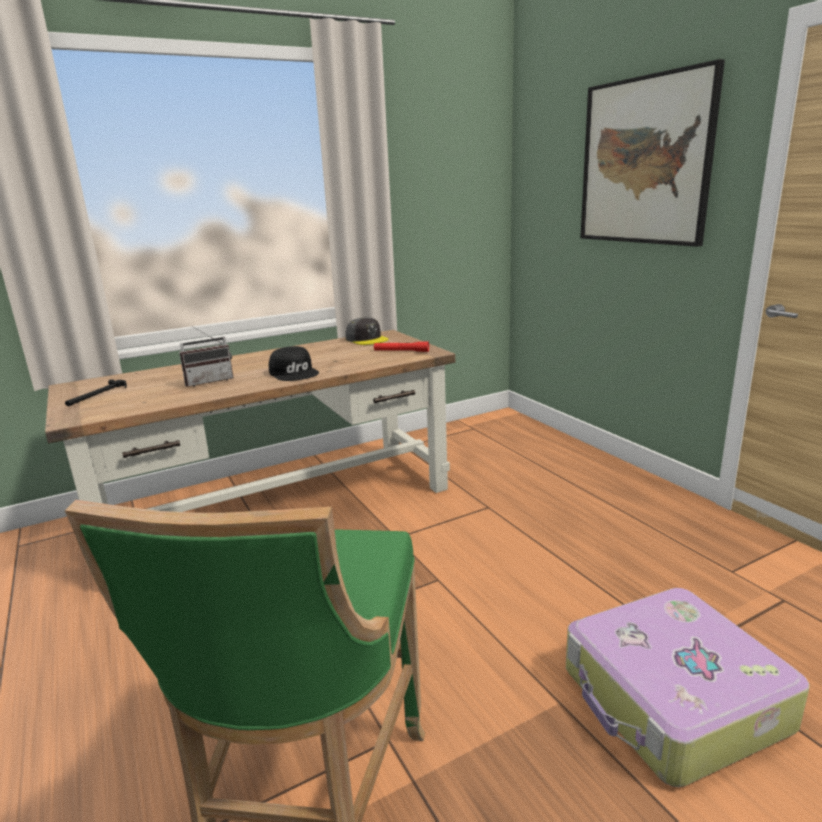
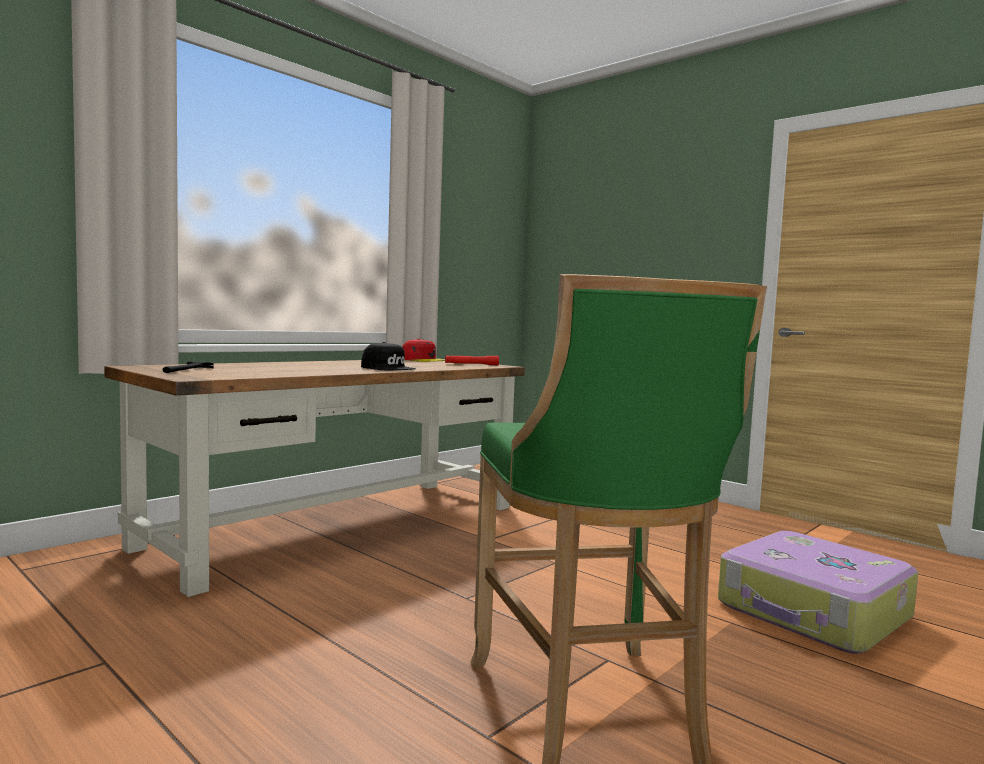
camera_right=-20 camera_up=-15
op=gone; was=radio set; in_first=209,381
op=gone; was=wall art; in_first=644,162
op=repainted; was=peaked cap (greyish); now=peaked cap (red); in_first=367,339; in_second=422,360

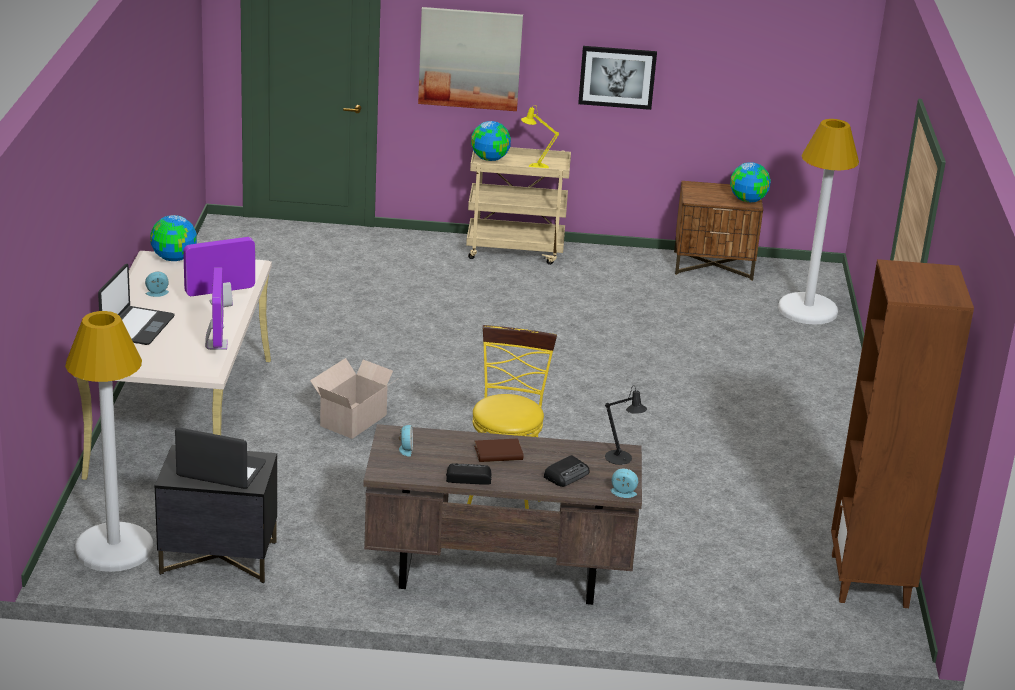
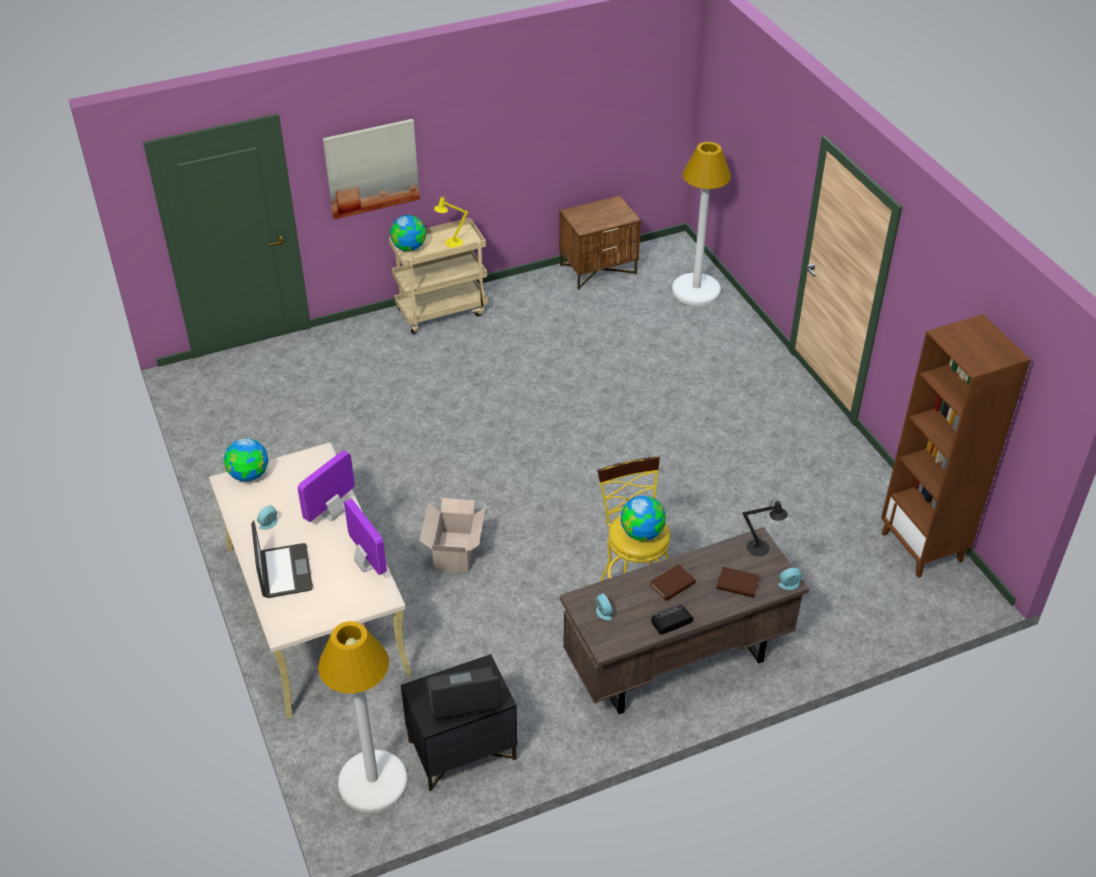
camera_right=-25 camera_up=15
op=gone; was=wall art; in_first=617,77
op=shifted; was=desk globe; in_first=748,200; in_second=642,532
op=swapped; was=radio set; now=volume (brownish); in_first=567,475; in_second=737,584

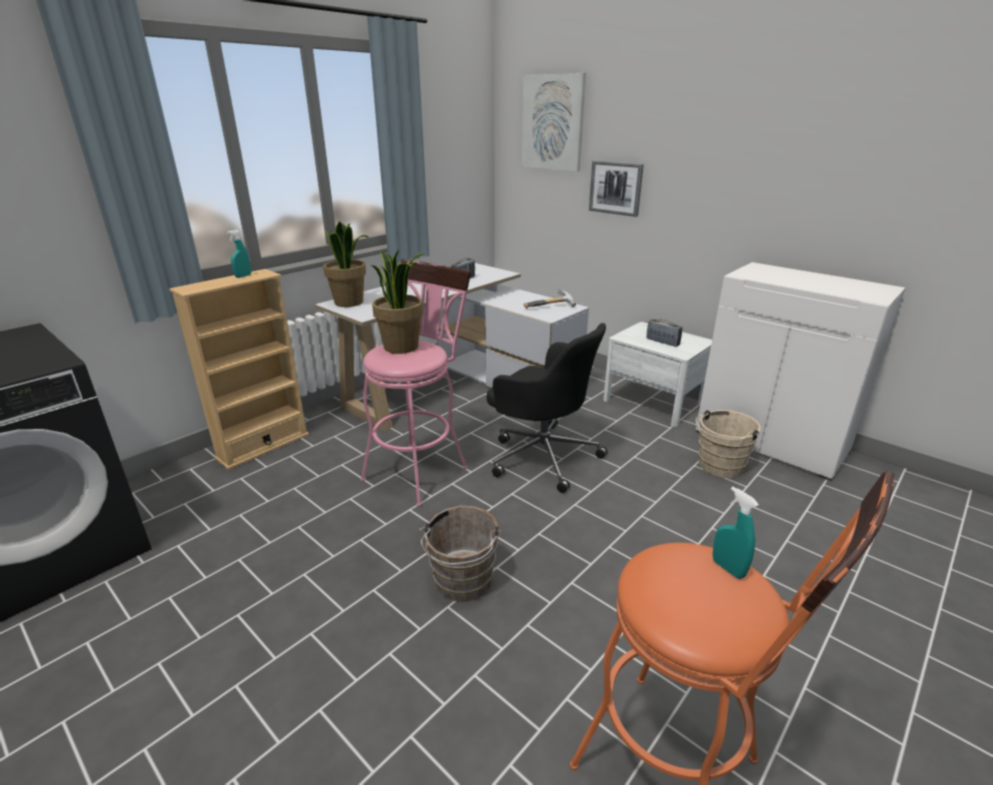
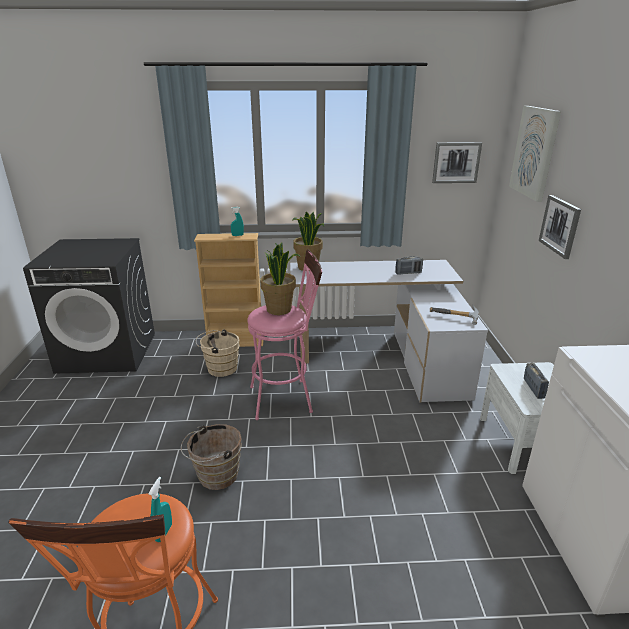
camera_right=45 camera_up=0
op=gone; was=computer chair (blackish); in_first=542,455
op=new; now=wall art; in_second=456,162
op=shifted; was=pail (beige-coloured); in_first=718,466; in_second=220,368

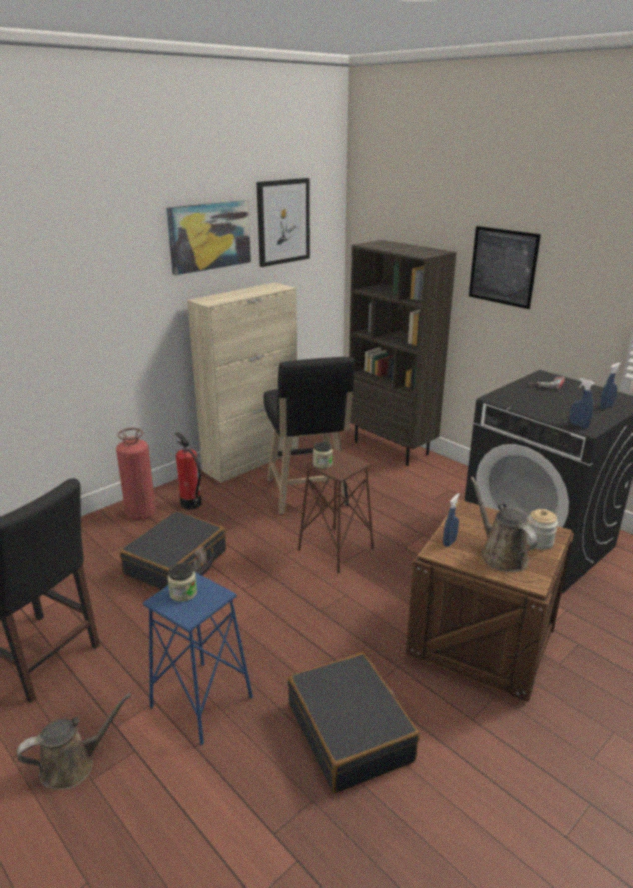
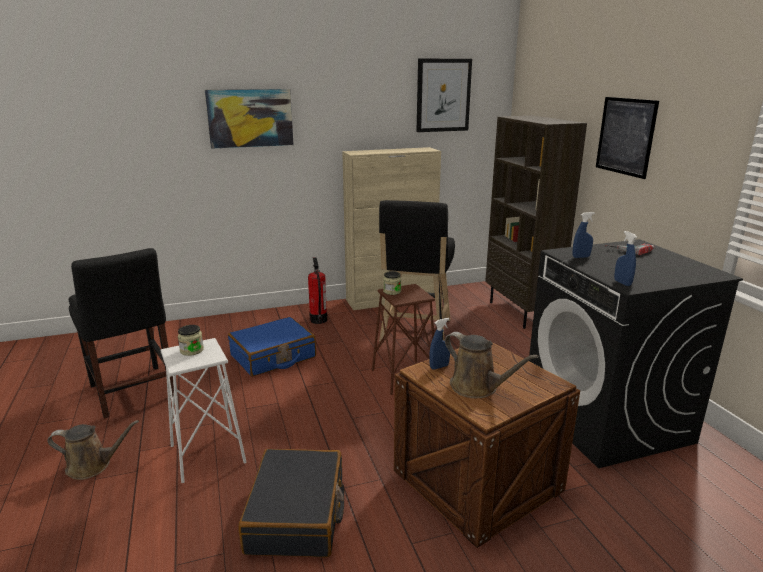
camera_right=25 camera_up=-5
op=gone; was=extinguisher; in_first=141,514
op=gone; was=storage jar; in_first=539,542
op=shifted; was=wall art; in_first=209,236; in_second=250,118
op=shifted; was=sprayer (blue-coloured); in_first=606,407; in_second=581,257
op=repainted; was=travel case (blackish); now=travel case (blue-coloured); in_first=176,563; in_second=273,357
op=repainted; was=stool seat (blue-coloured); now=stool seat (whitish); in_first=202,701; in_second=208,454
op=rotated; was=sprinkling can (brownish); in_first=501,555; in_second=477,387; clockwise=135

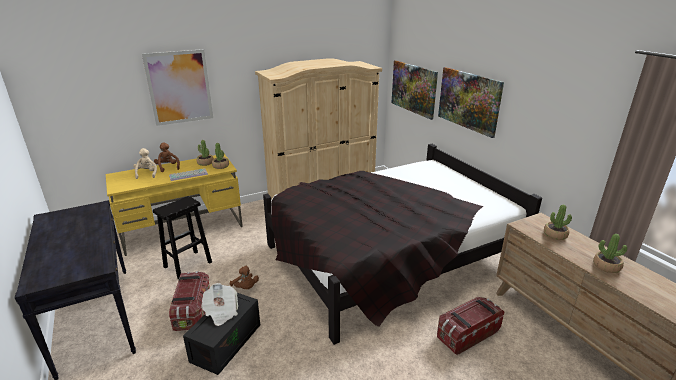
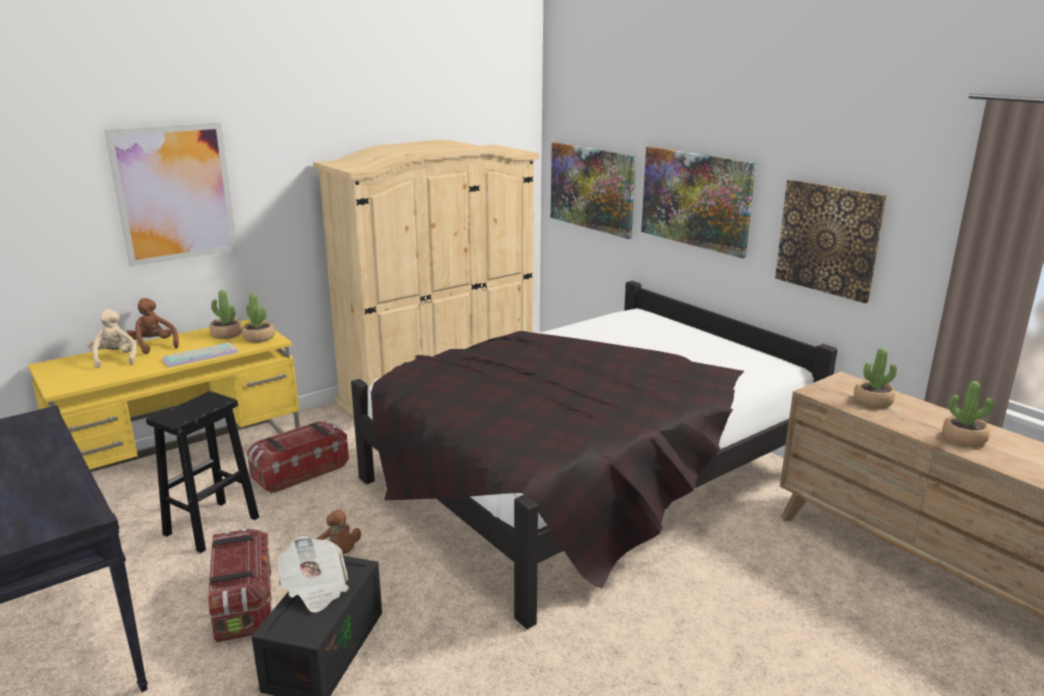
camera_right=-10 camera_up=-5
op=new; now=wall art; in_second=828,239
op=shifted; was=storage container; in_first=467,334; in_second=300,472

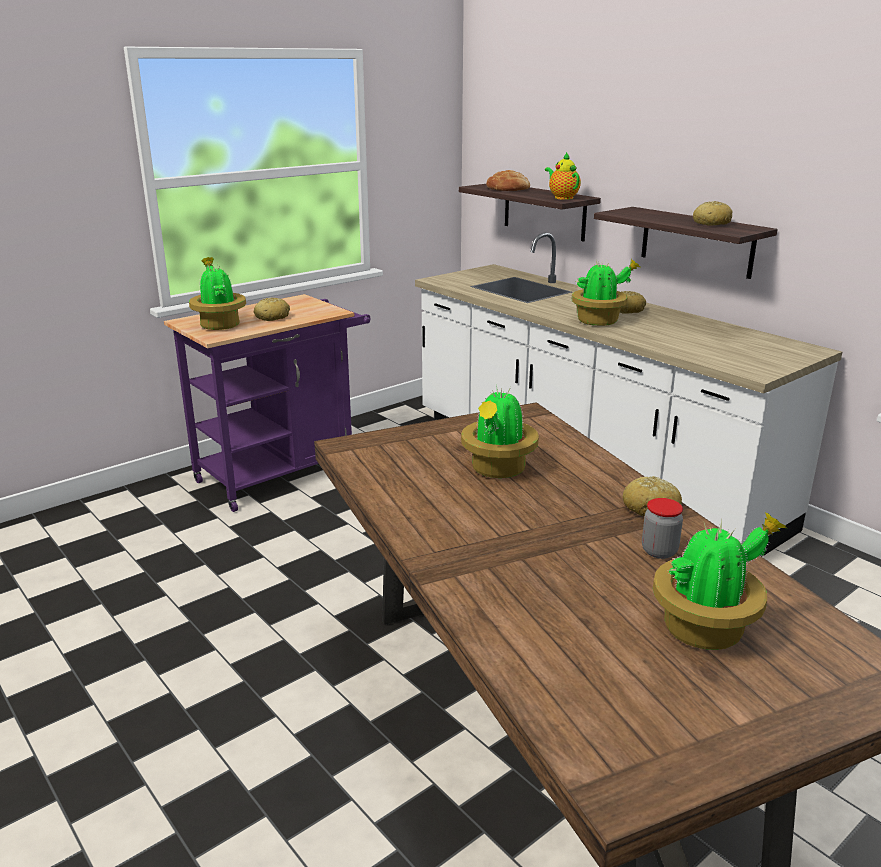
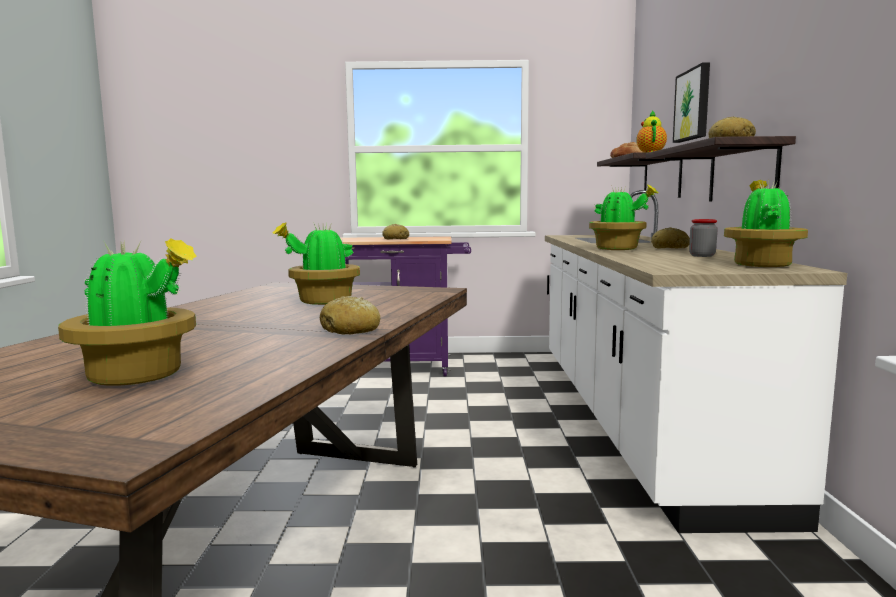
camera_right=40 camera_up=-15
op=new; now=wall art; in_second=693,105
op=shifted; was=plant in a pot; in_first=219,325; in_second=761,265
op=shifted; was=storage jar; in_first=659,551; in_second=702,256

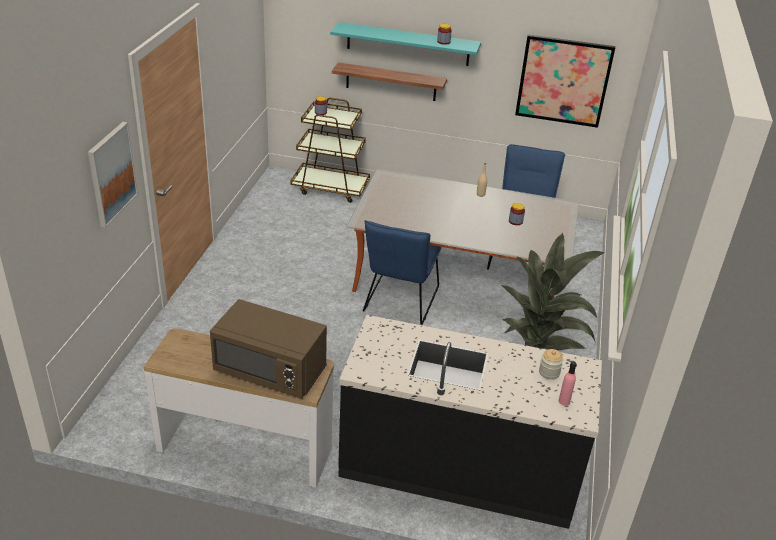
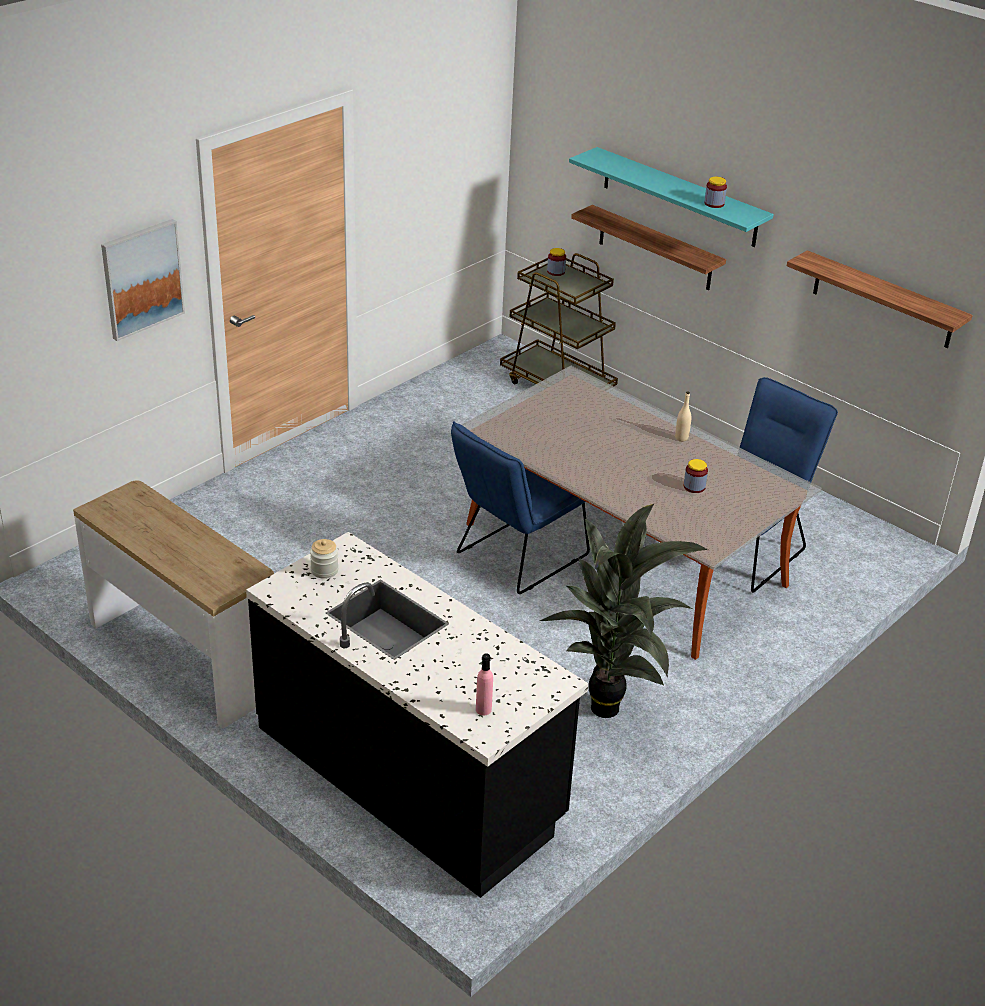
camera_right=30 camera_up=0
op=gone; was=microwave (brownish); in_first=271,371
op=shifted; was=storage jar; in_first=549,372; in_second=324,570
op=swapped; was=wall art; now=wall shelf; in_first=563,81; in_second=883,300

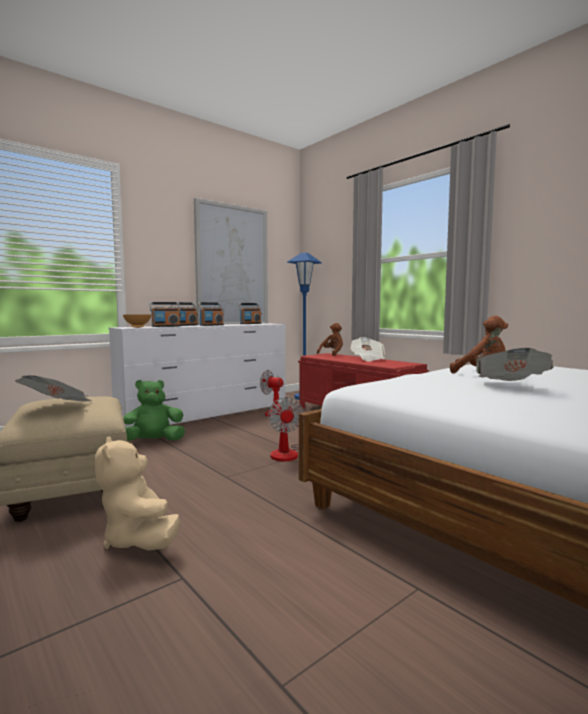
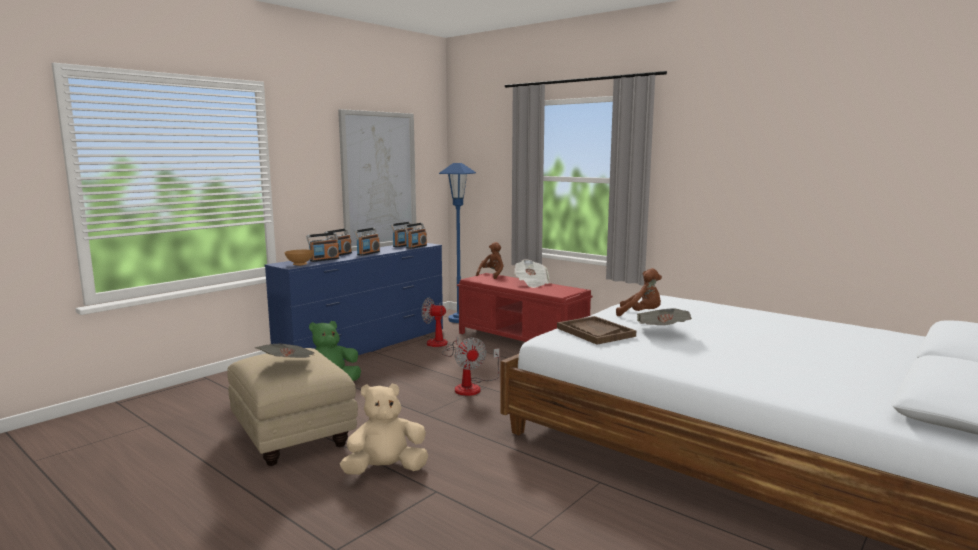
camera_right=-10 camera_up=5
op=new; now=radio set; in_second=416,247
op=new; now=tray (brownish); in_second=595,332
op=repainted; was=chest of drawers (whitish); now=chest of drawers (blue-coloured); in_first=208,414; in_second=366,347
op=rotated; was=plush toy (beige-coloured); in_first=140,540; in_second=385,470; clockwise=105

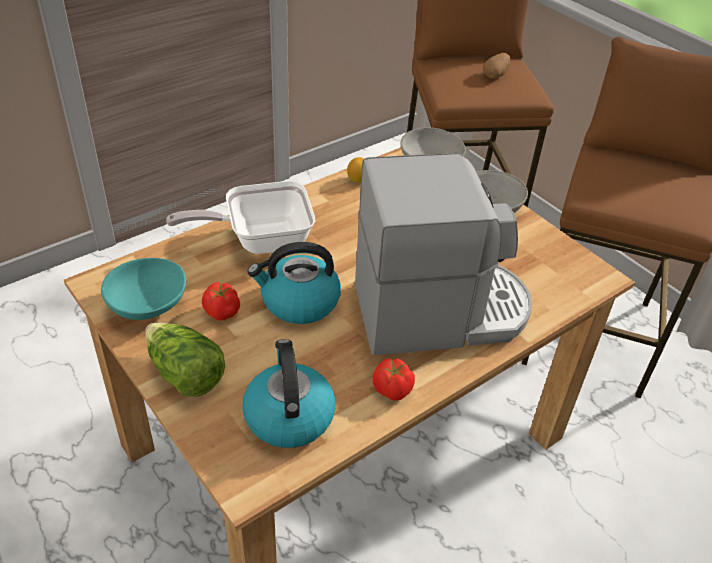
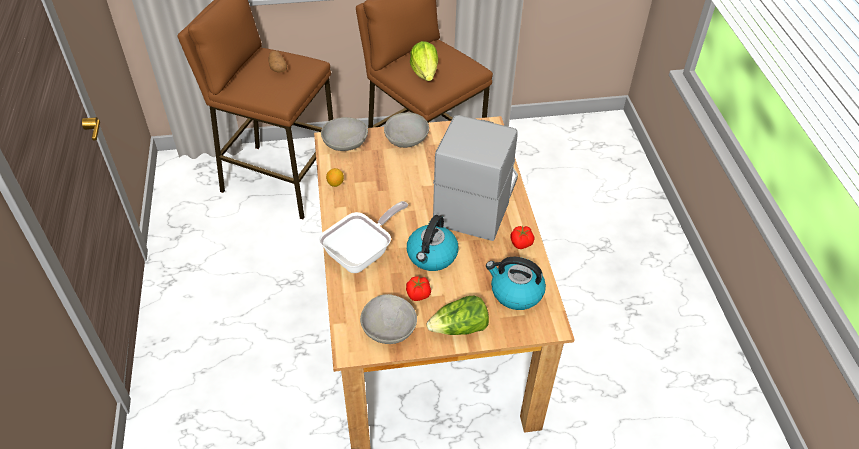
camera_right=-60 camera_up=5
op=new; now=lettuce head; in_second=425,73
op=repainted; was=deep dish (turquoise); now=deep dish (greyish); in_first=147,304; in_second=388,329
op=rotated; was=skillet; in_first=260,240; in_second=362,254; clockwise=-150

